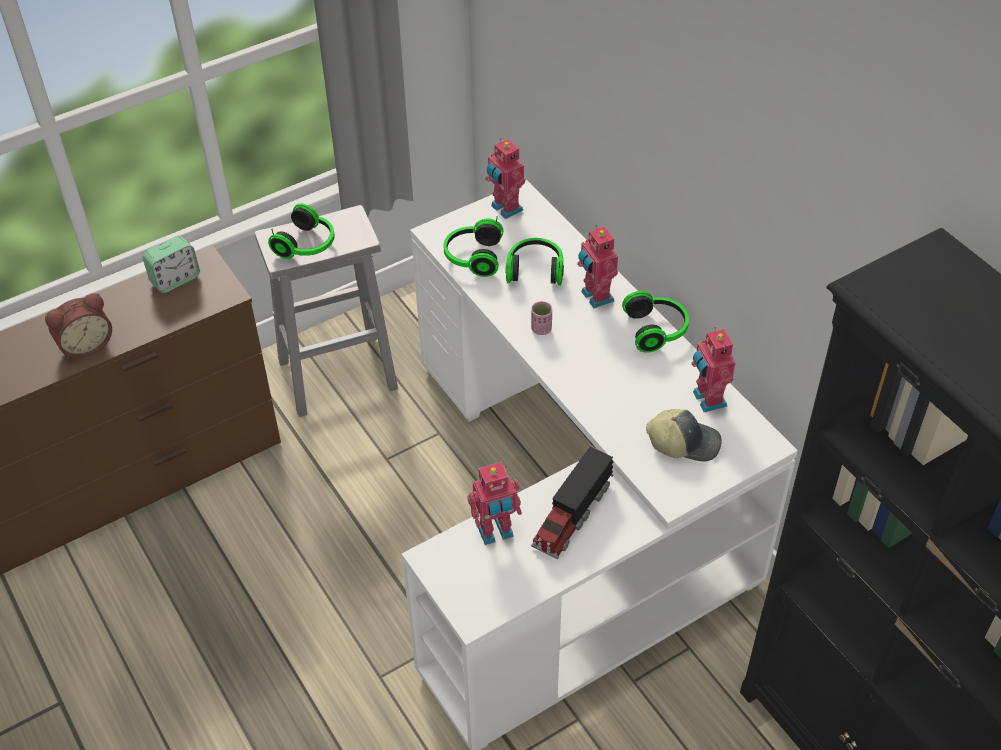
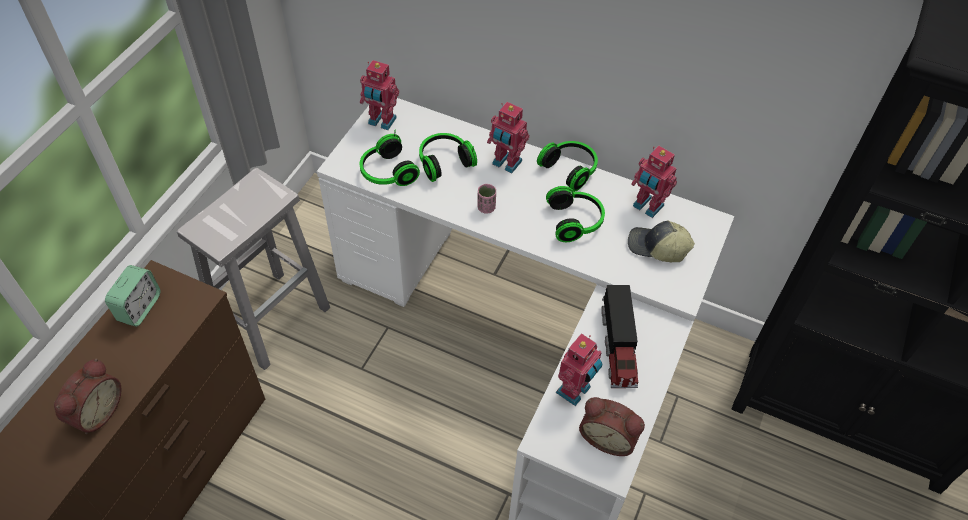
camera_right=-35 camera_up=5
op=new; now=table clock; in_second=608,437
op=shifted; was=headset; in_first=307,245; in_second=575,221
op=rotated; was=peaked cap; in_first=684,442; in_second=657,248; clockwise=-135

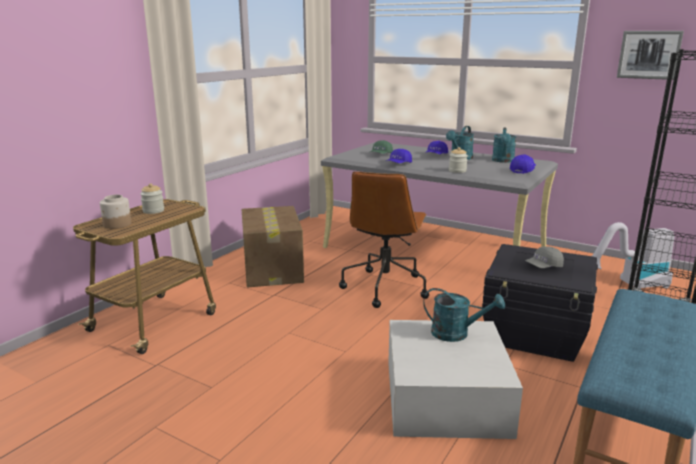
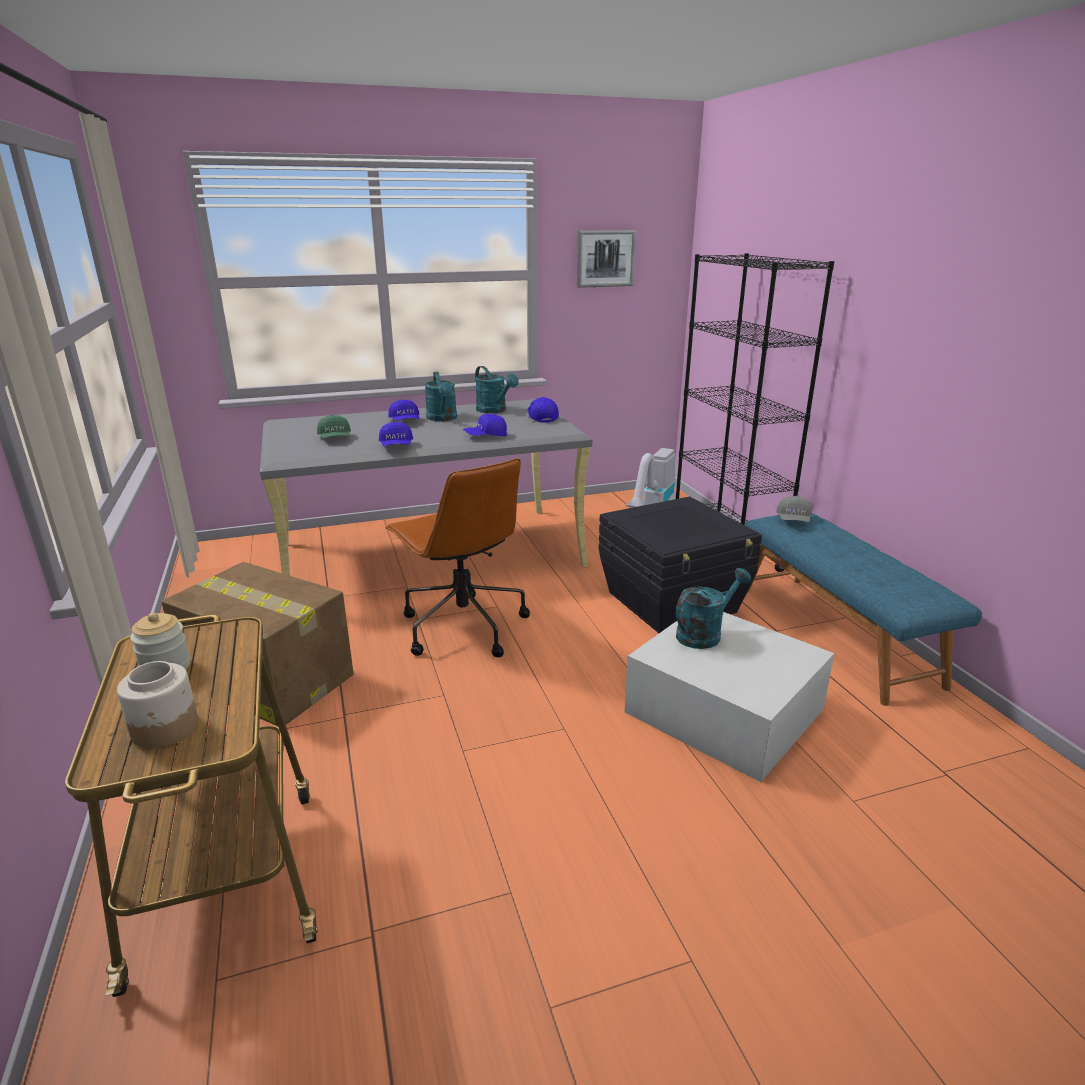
camera_right=-50 camera_up=5
op=shifted; was=peaked cap (greyish); in_first=543,266; in_second=793,520
op=swapped; was=storage jar; now=peaked cap (blue-coloured); in_first=457,171; in_second=485,436

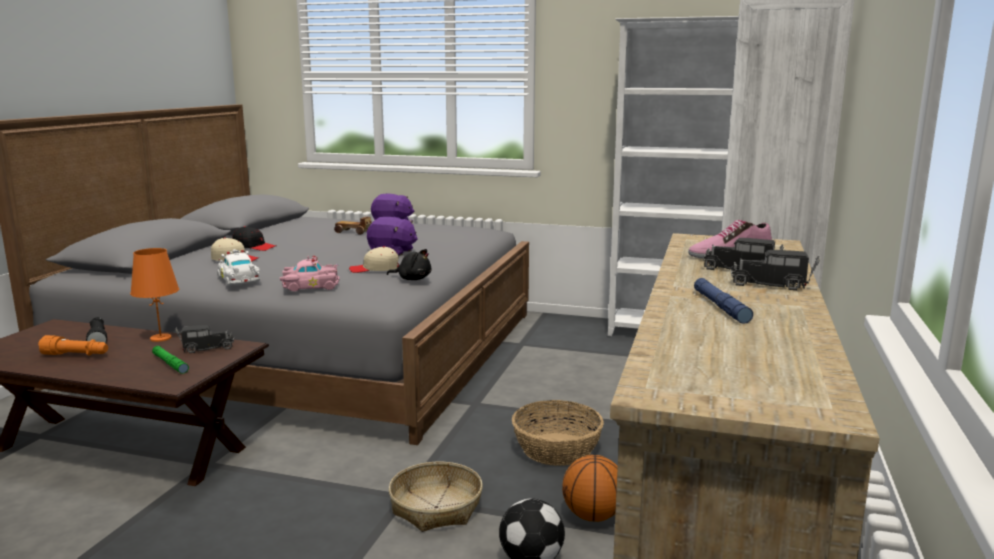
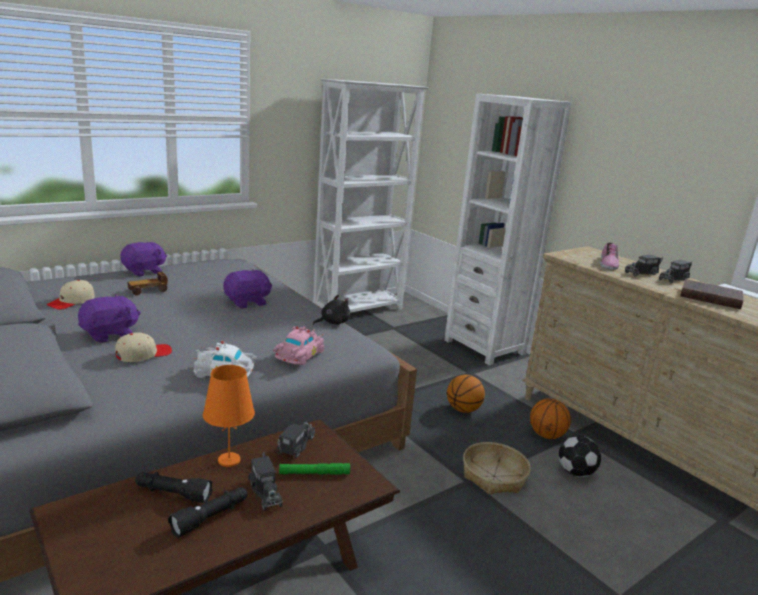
camera_right=-55 camera_up=5
op=new; now=model truck; in_second=265,491
op=shifted; was=peaked cap (beige-coloured); in_first=375,269; in_second=72,302
op=swapped; was=peaked cap (blackish); now=plush toy (purple-coloured); in_first=254,247; in_second=110,334
op=swapped; was=basket; now=basketball ball; in_first=556,449; in_second=463,409
op=swapped; was=hand torch (blue-coloured); now=volume (brownish); in_first=720,307; in_second=708,297
op=repainted; was=hand torch (orangey); now=hand torch (blackish); in_first=76,355; in_second=211,517

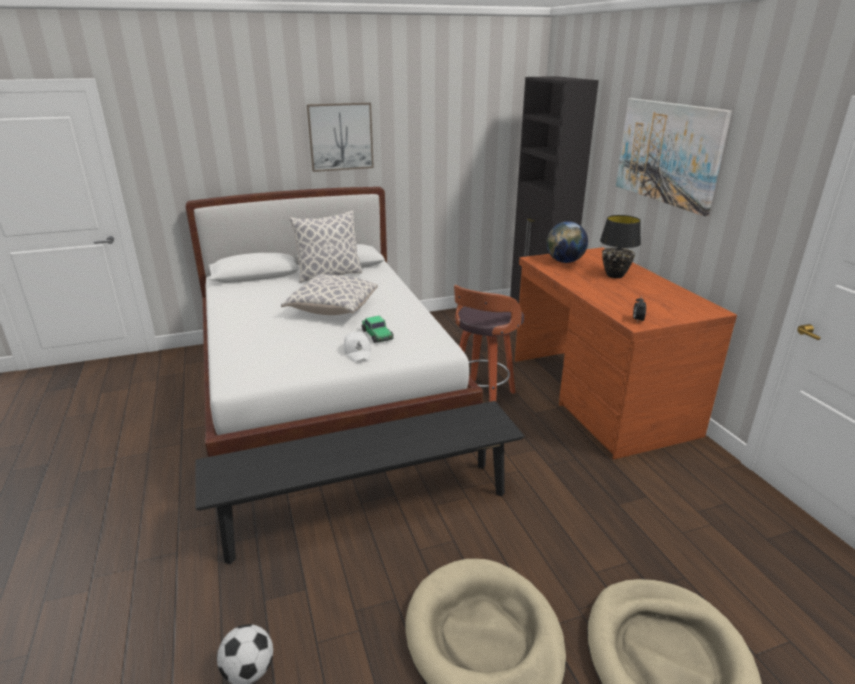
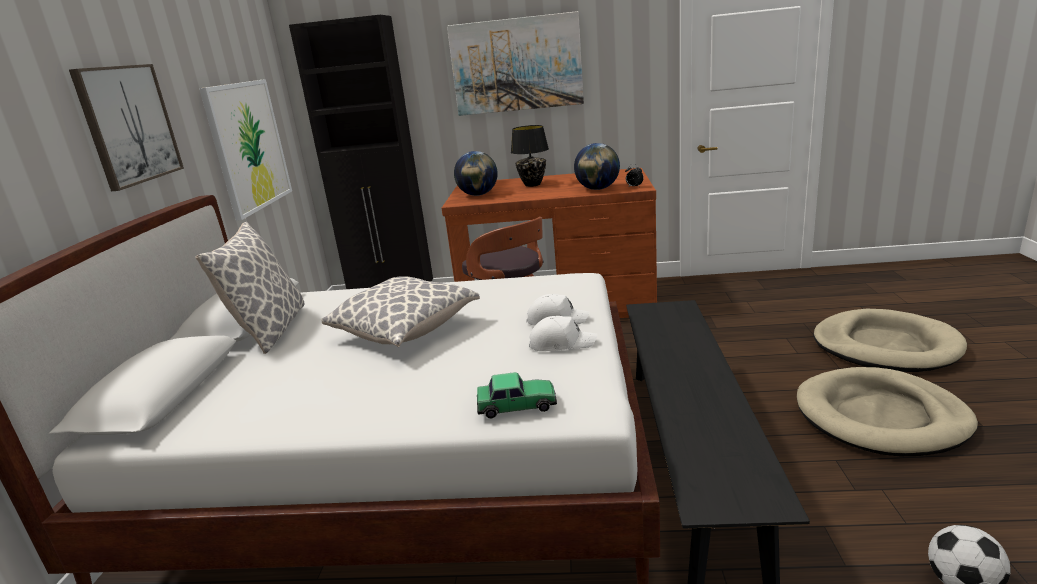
camera_right=-65 camera_up=-5
op=new; now=wall art; in_second=248,146
op=new; now=peaked cap (whitish); in_second=561,343
op=new; now=desk globe; in_second=597,189
op=shifted; was=toy car; in_first=377,335; in_second=517,405

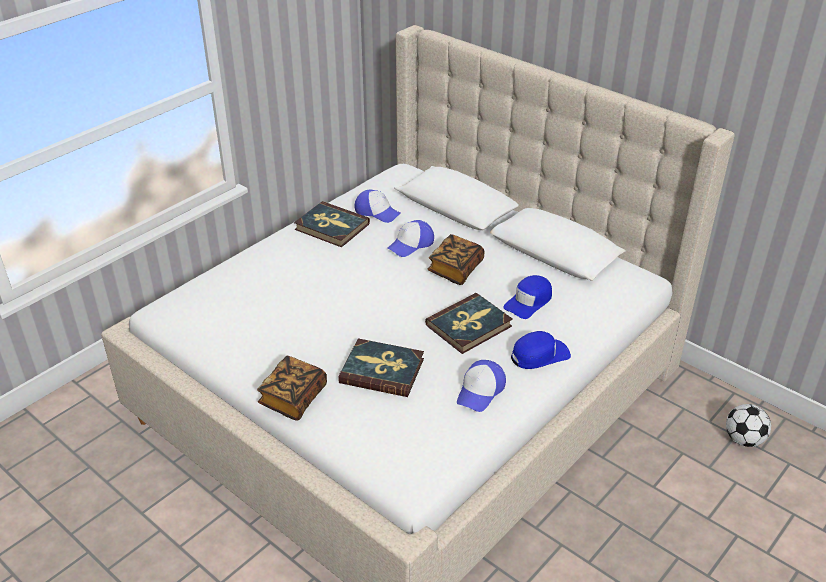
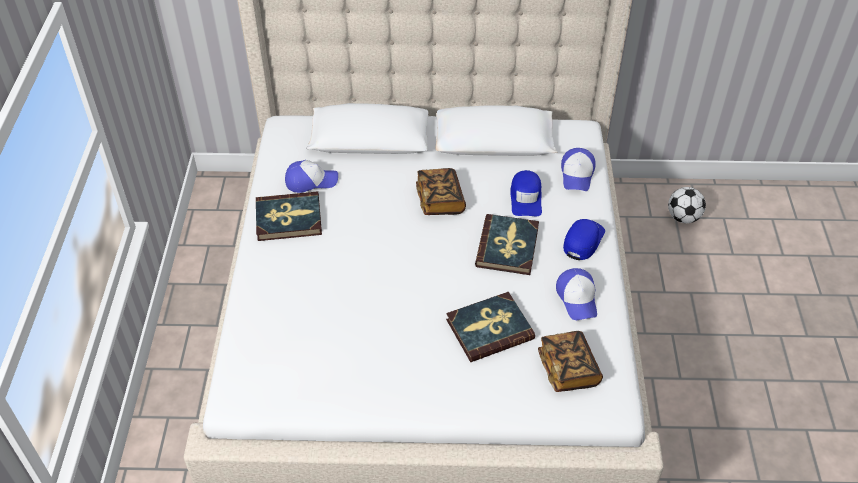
camera_right=-40 camera_up=10
op=shifted; was=volume; in_first=293,398; in_second=568,370
op=shifted; was=peaked cap; in_first=411,244; in_second=577,174

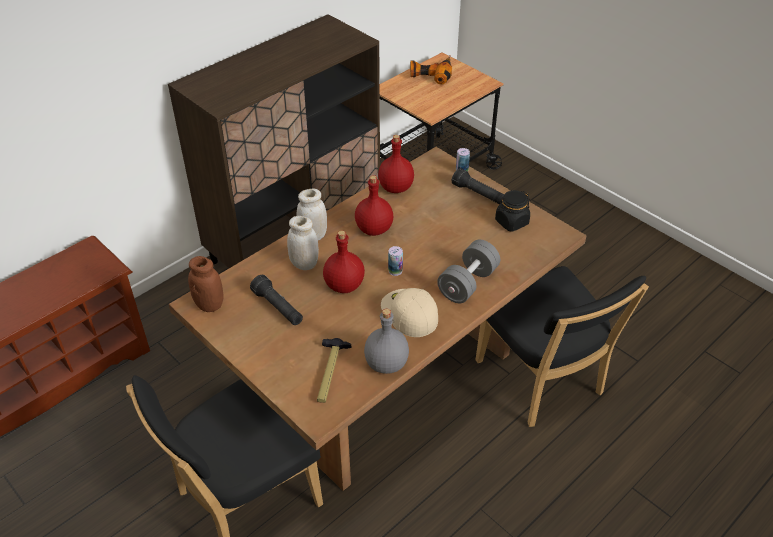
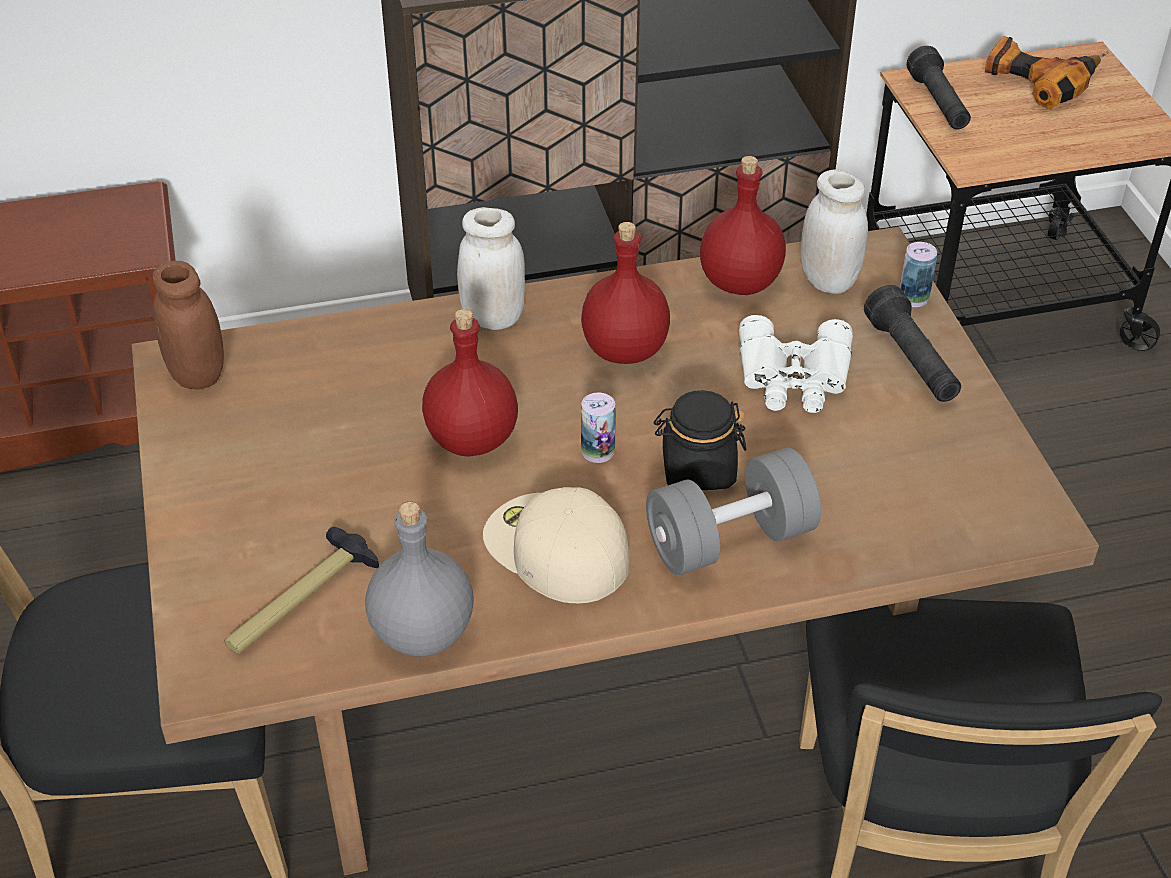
camera_right=30 camera_up=0
op=new; now=pair of binoculars (whitish); in_second=794,377
op=shifted; was=hand torch (blackish); in_first=278,308; in_second=938,104
op=shifted; was=storage jar (whitish); in_first=304,264; in_second=828,281
op=shifted; was=storage jar (blackish); in_first=511,222; in_second=698,469
op=rotated; was=peaked cap (beige-coloured); in_first=408,312; in_second=554,548; clockwise=-45

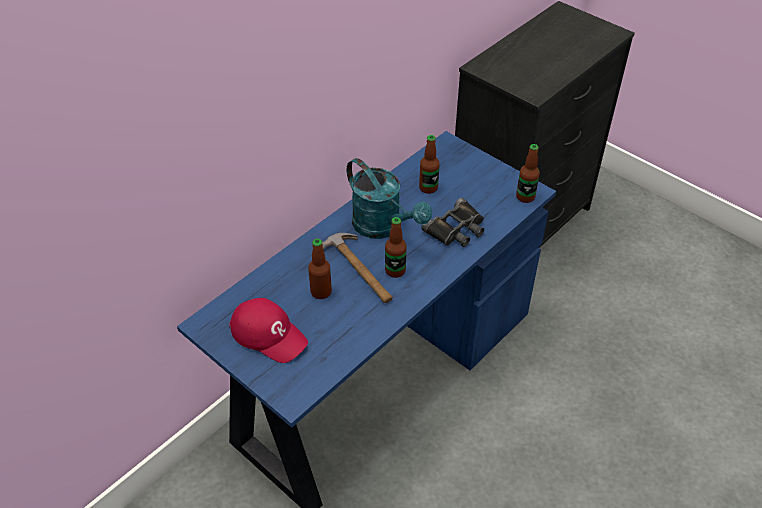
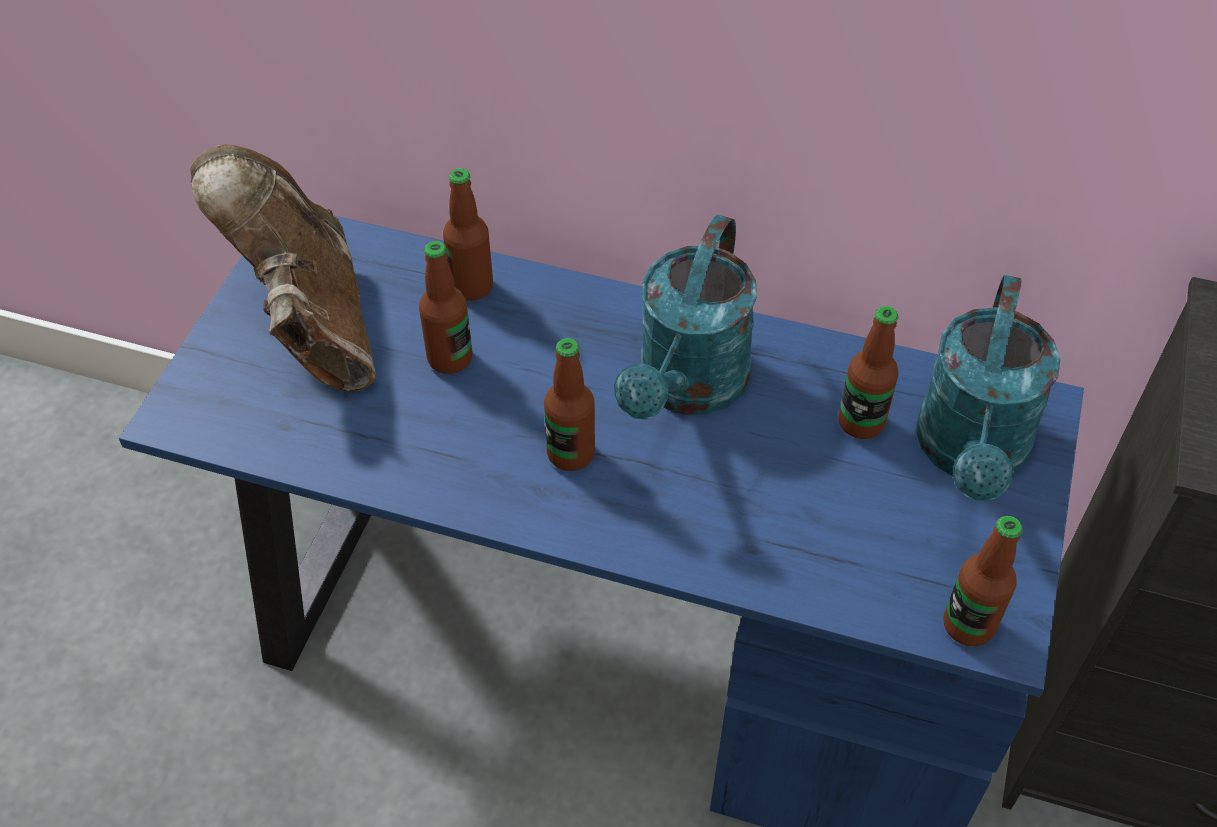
camera_right=65 camera_up=5
op=gone; was=tool hammer; in_first=360,270
op=gone; was=pair of binoculars (blackish); in_first=456,229
op=new; now=beverage bottle; in_second=471,287
op=new; now=sprinkling can (turquoise); in_second=971,454
op=swapped; was=peaked cap (red); now=high-top boot (brownish); in_first=269,334; in_second=310,326

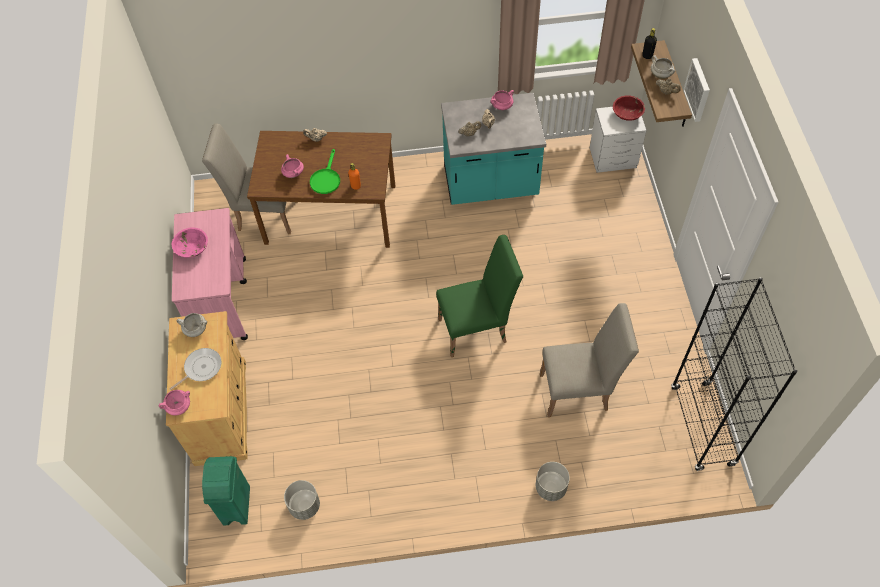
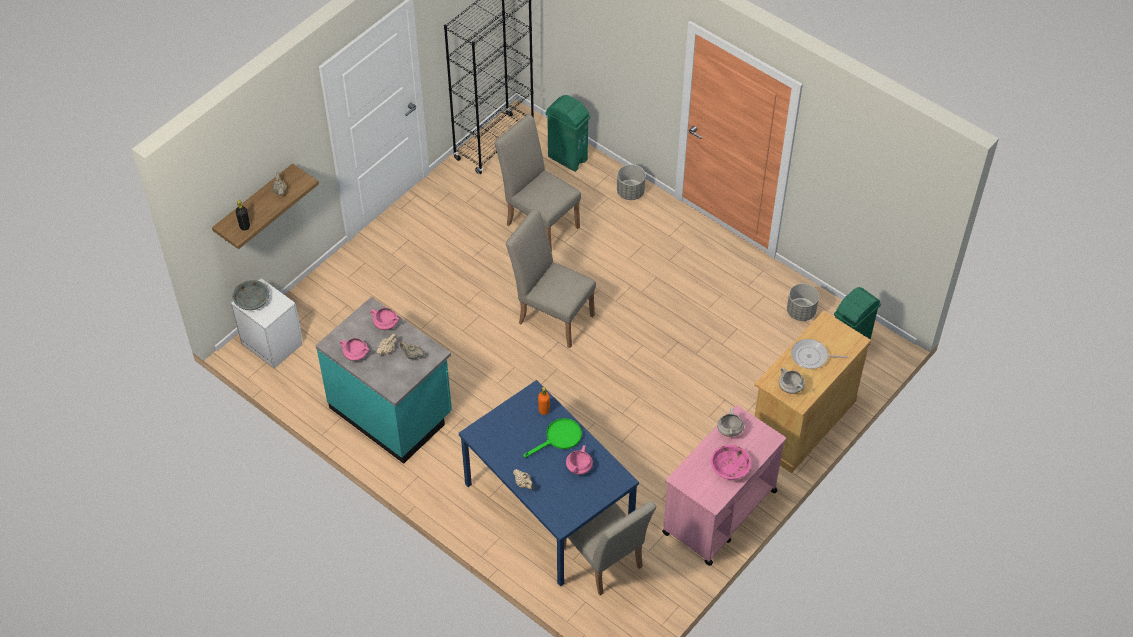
camera_right=-135 camera_up=-5
op=gone; was=wall art; in_first=698,89
op=new; now=trash can (green); in_second=567,158
op=shifted; was=cooking pot (pinkish); in_first=179,407; in_second=386,324
op=shifted; was=cooking pot (whitish); in_first=661,75; in_second=729,430
op=repainted; was=dining table (brownish); now=dining table (blue-coloured); in_first=330,215; in_second=550,508
op=repainted; was=chair (green); now=chair (beige-coloured); in_first=477,329; in_second=551,316
op=repainted; was=deep dish (red); now=deep dish (greyish); in_first=627,114; in_second=252,301

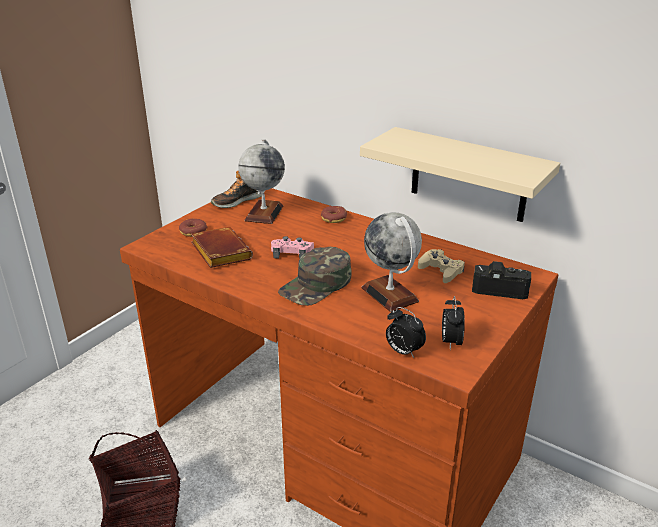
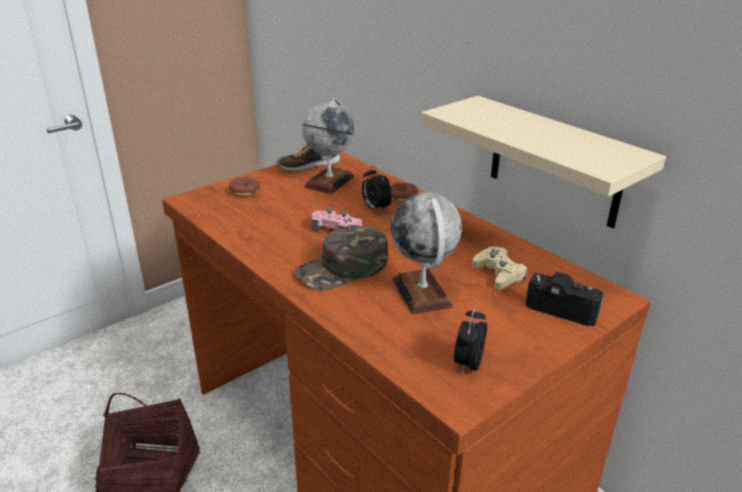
camera_right=15 camera_up=0
op=gone; was=volume (brownish); in_first=219,252
op=shifted; was=table clock; in_first=403,351; in_second=375,208

